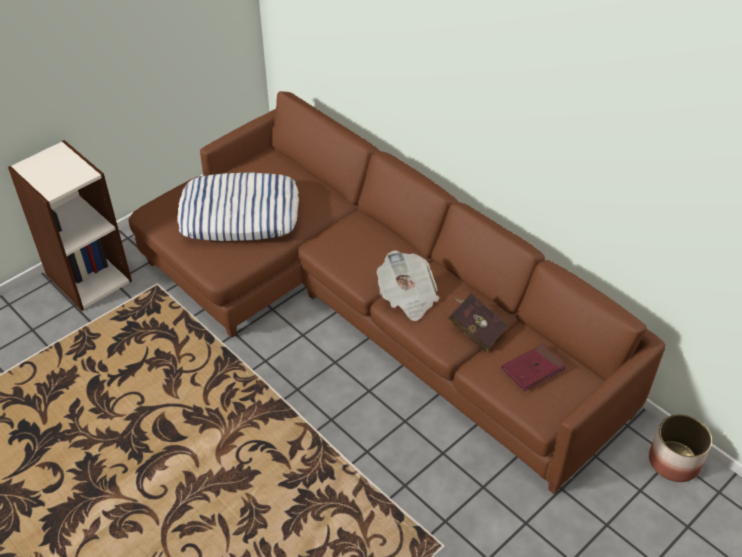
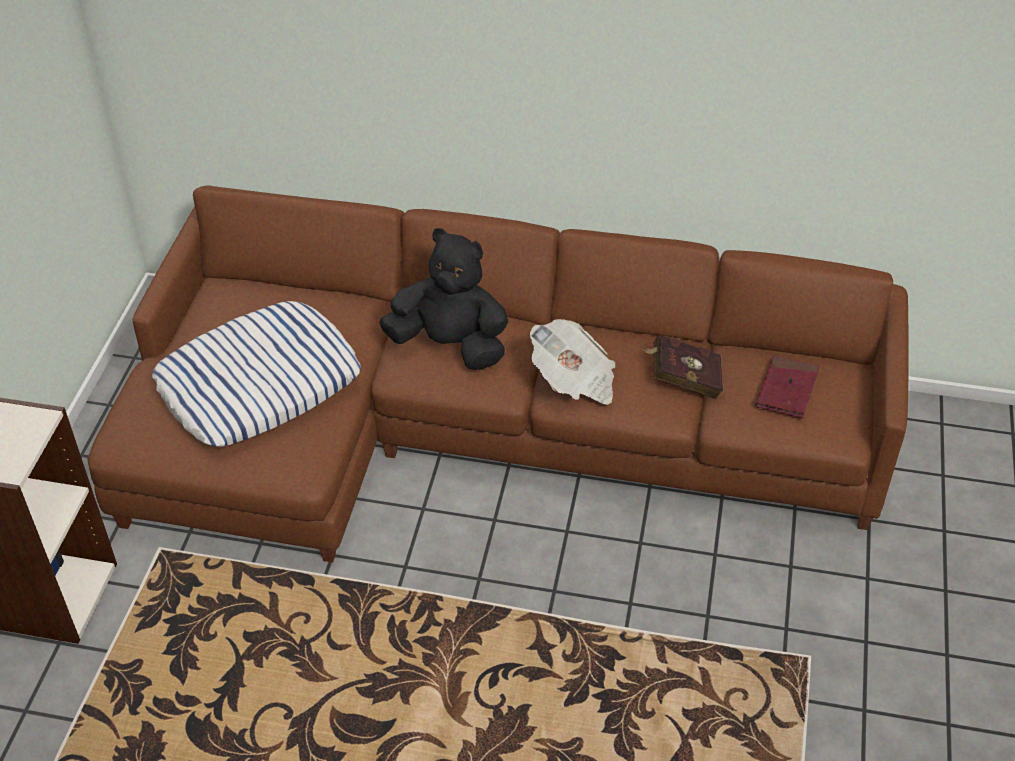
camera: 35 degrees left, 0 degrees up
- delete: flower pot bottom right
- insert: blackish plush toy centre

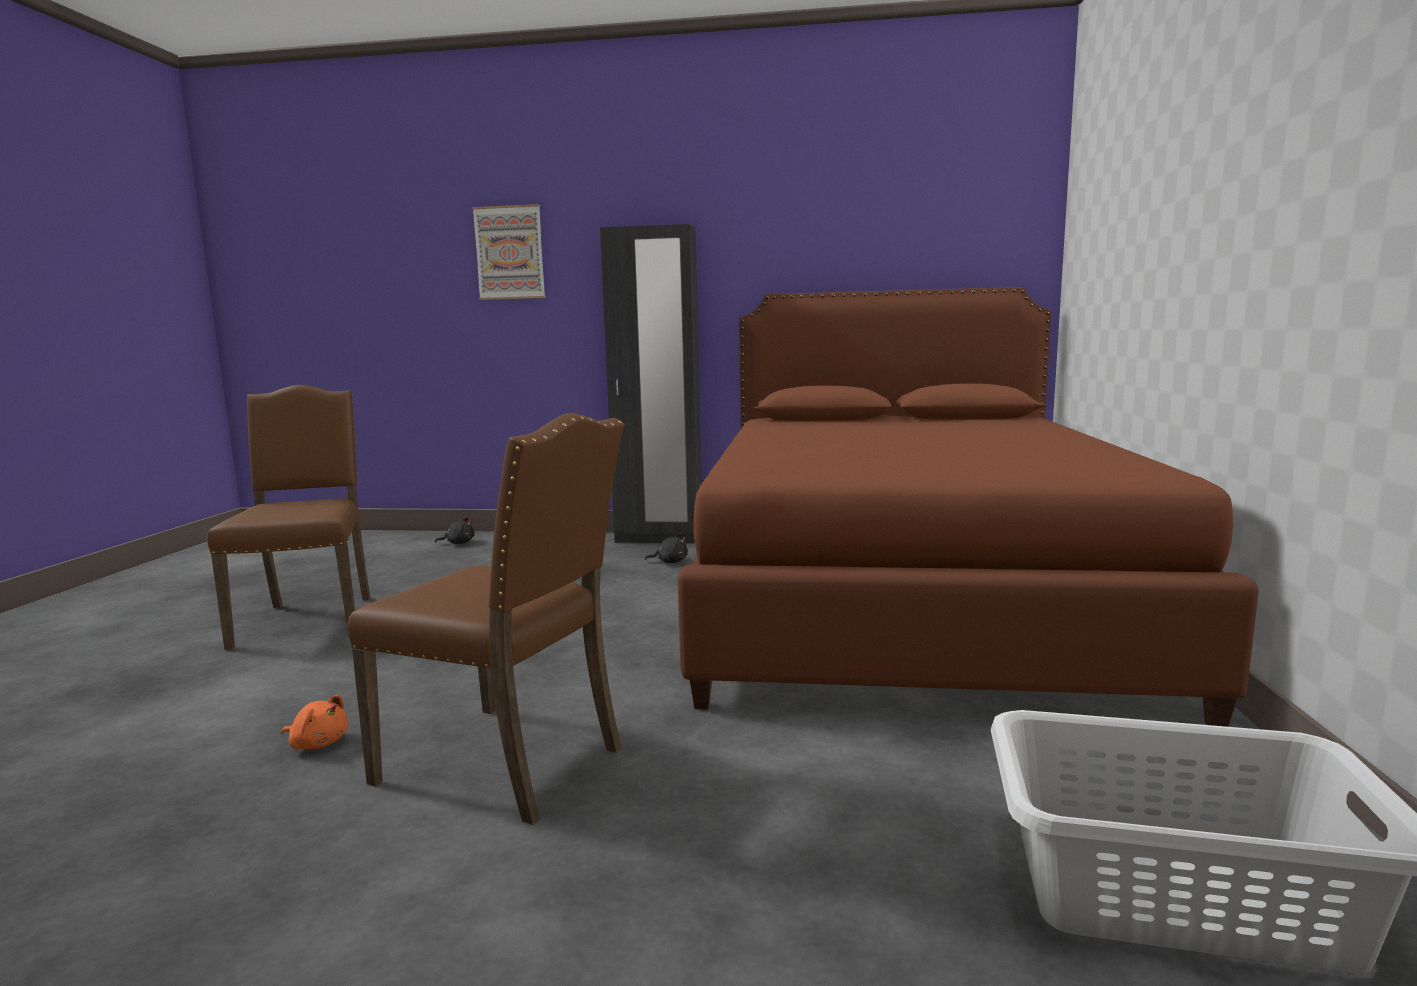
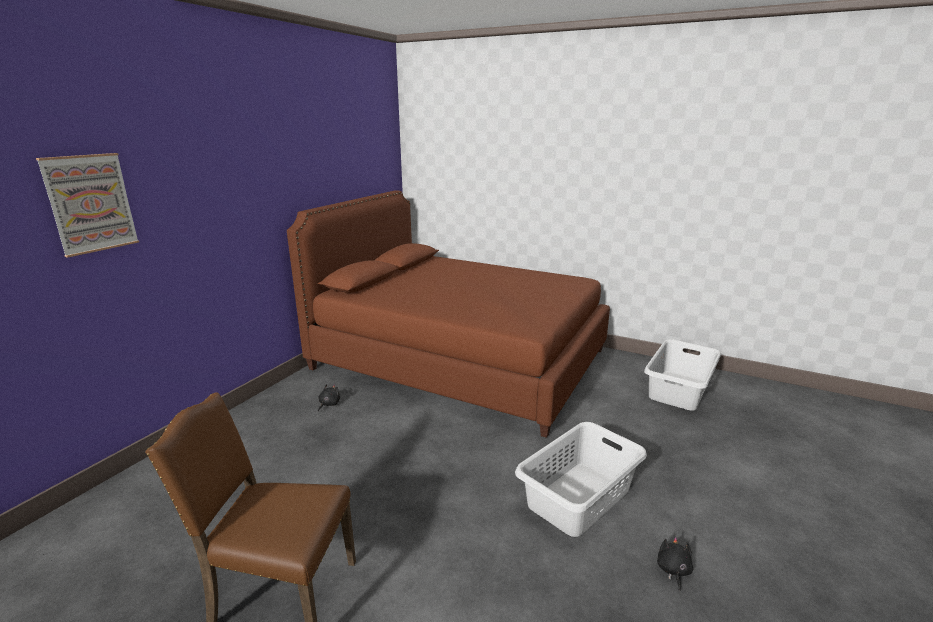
camera: 70 degrees left, 10 degrees up
- delete: orange-coloured plush toy bottom left
- delete: blackish armoire centre
- move: blackish plush toy (1st from left in the first image) middle left to blackish plush toy (2nd from left) bottom right
- replace: brownish plain chair (2nd from left) centre to grey hamper (1st from left) bottom centre

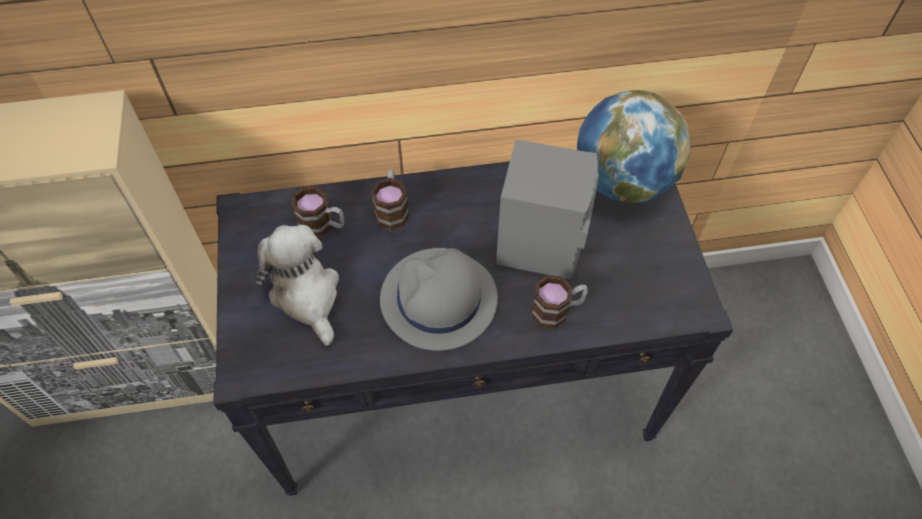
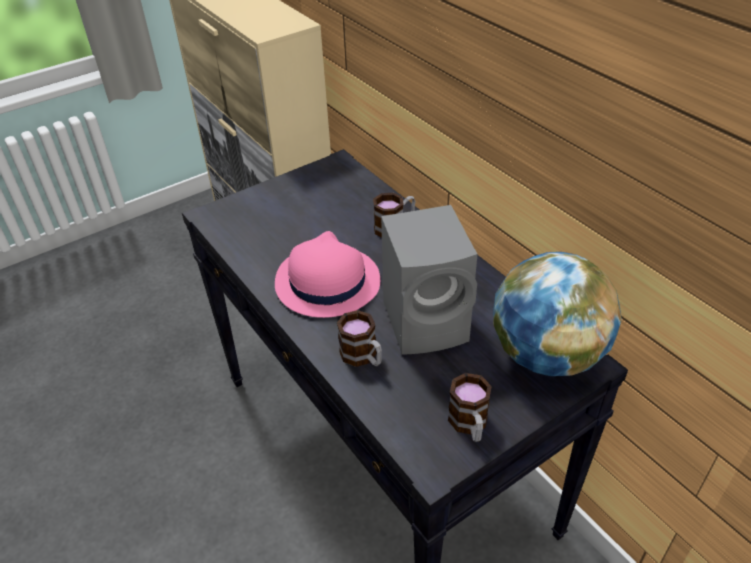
camera: 65 degrees right, 15 degrees down
- delete: plush toy middle left
- move: mug (1st from left in the first image) centre to mug (3rd from left) bottom centre
- recolor: grey hat centre to pink-coloured hat centre

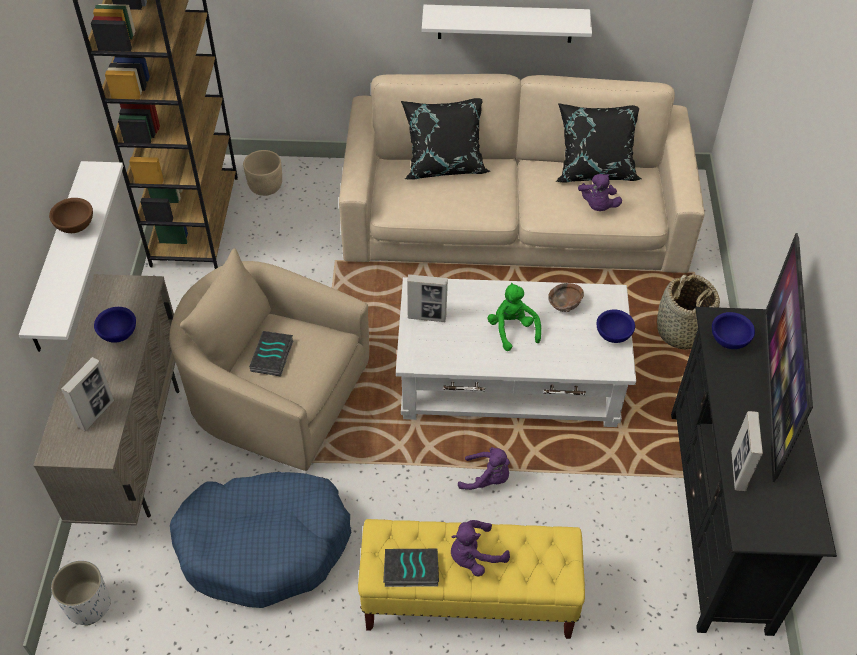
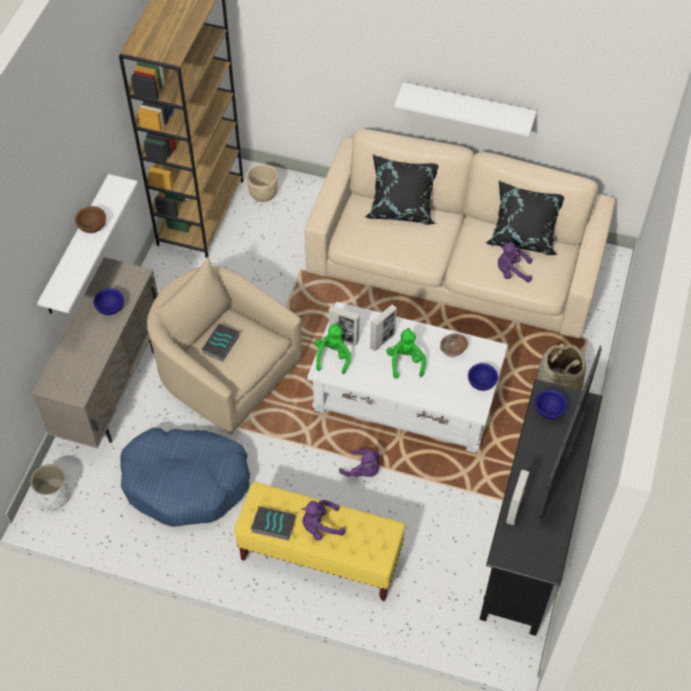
camera: 15 degrees right, 5 degrees up
- insert: greenish plush toy (1st from left) centre
- move: picture frame (1st from left in the first image) middle left to picture frame (2nd from left) centre
- rotate: purple plush toy (3rd from left) top right = middle right 75 degrees clockwise

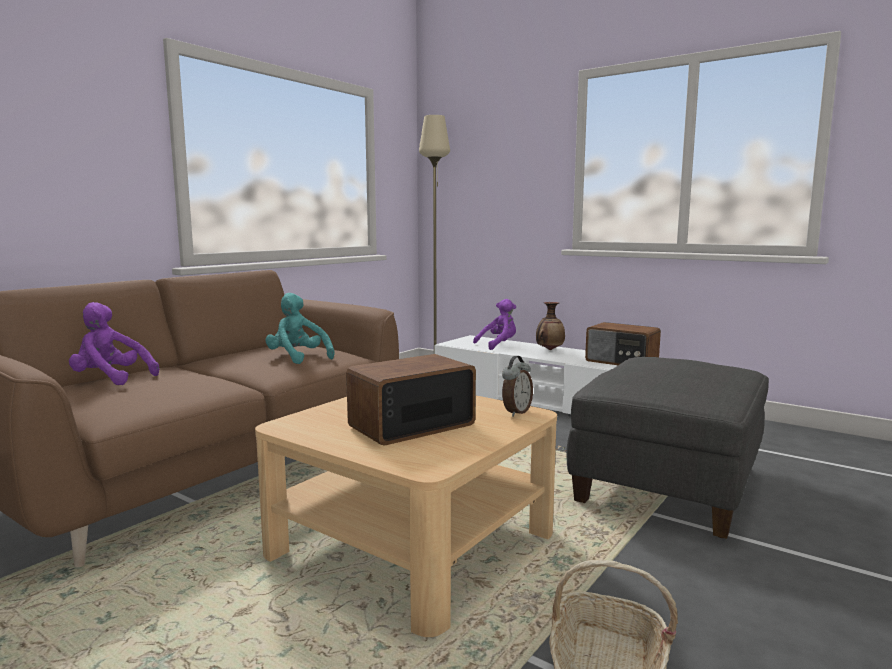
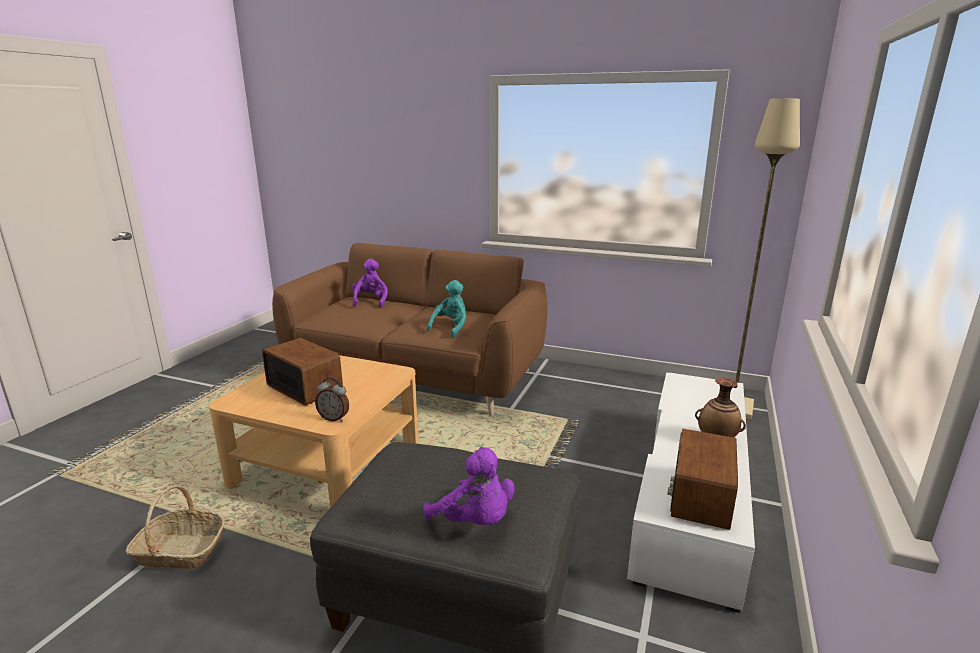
camera: 75 degrees right, 10 degrees up
- move: purple plush toy (2nd from left) centre to bottom centre

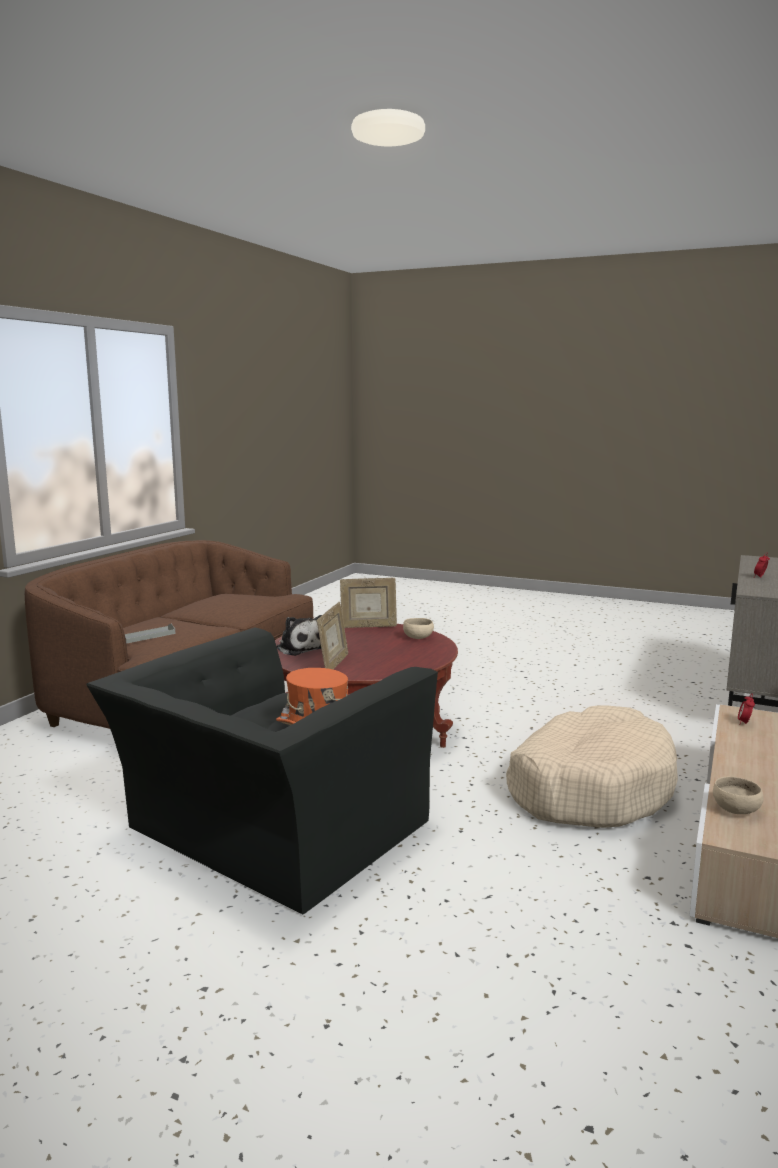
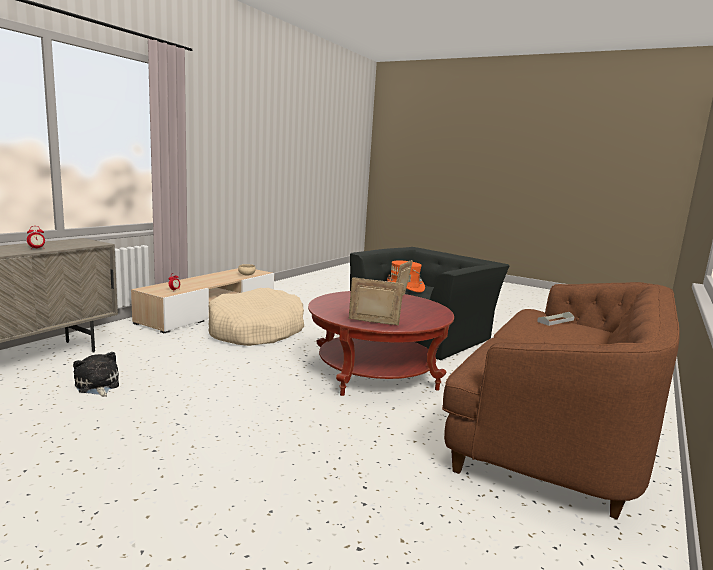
camera: 175 degrees left, 0 degrees up
- delete: sand-coloured bowl (1st from left) centre
- move: plush toy centre to middle left

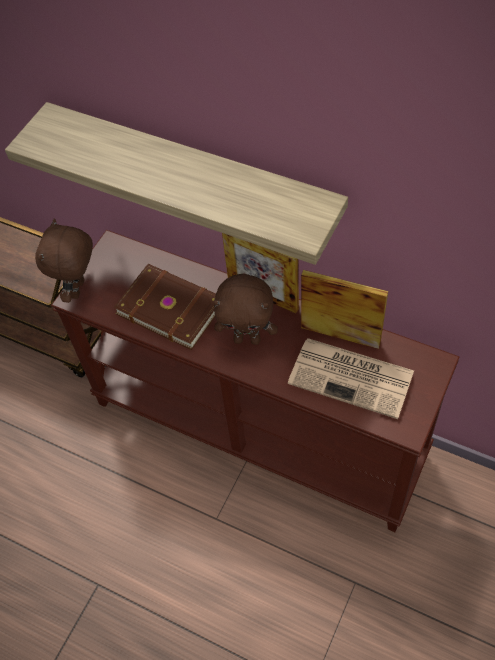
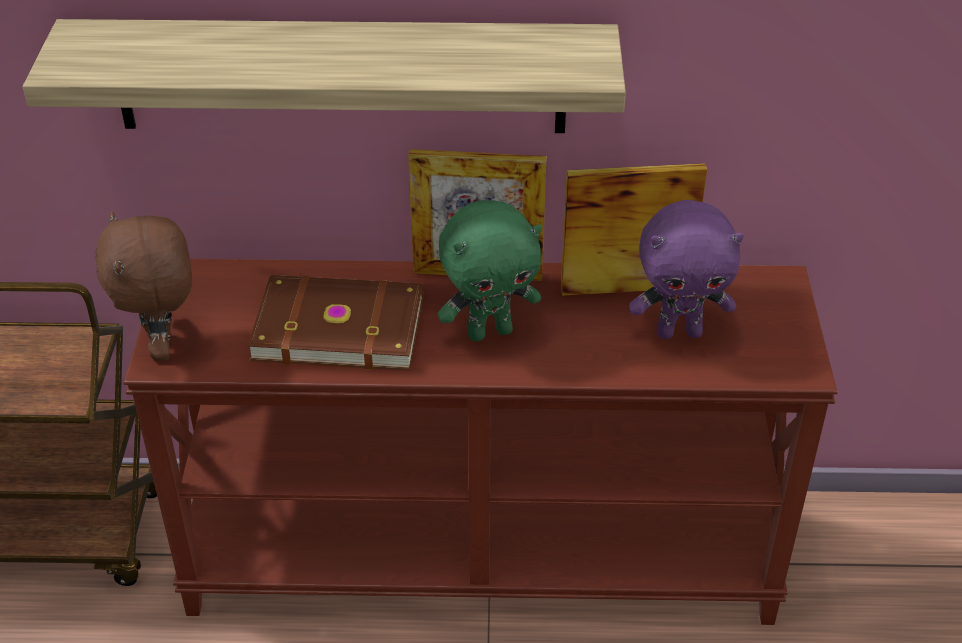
camera: 30 degrees left, 15 degrees down
- replace: newspaper middle right to purple plush toy middle right
- recolor: brownish plush toy (2nd from left) centre to greenish plush toy centre

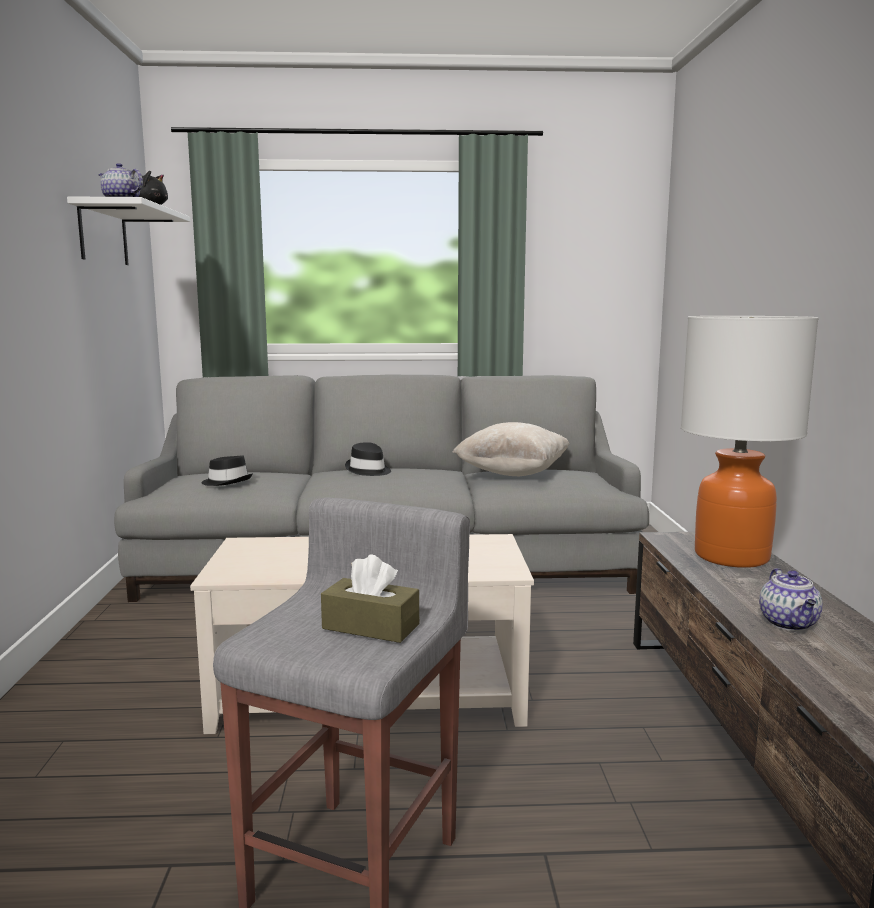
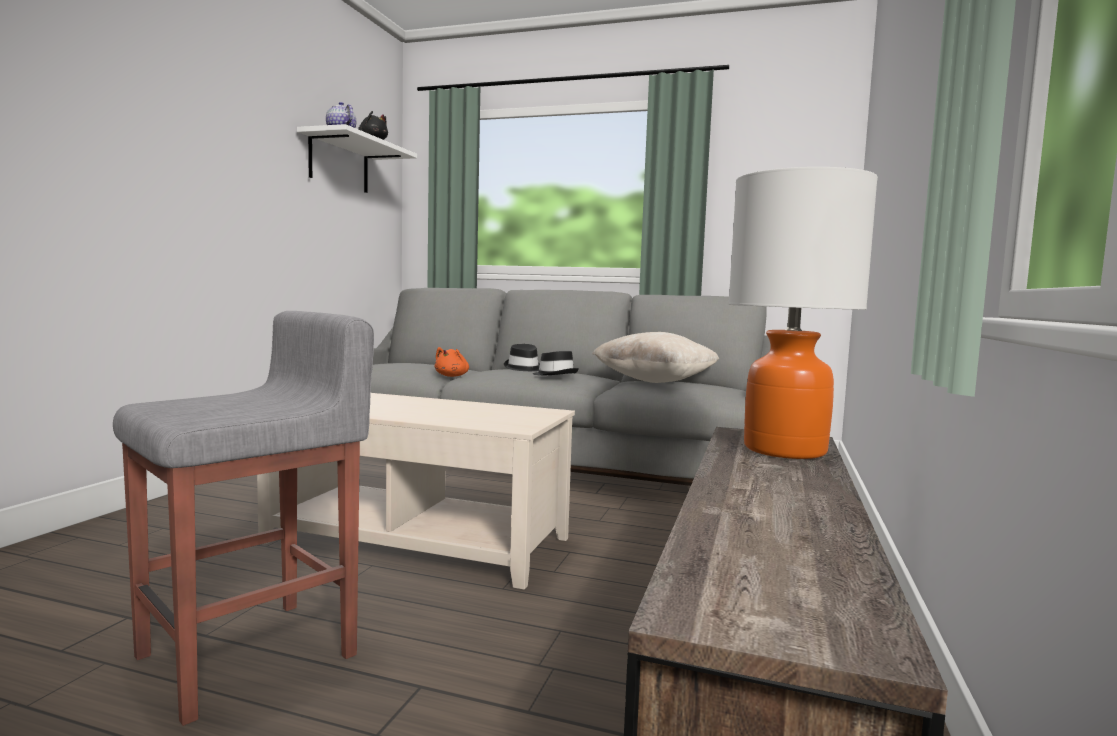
camera: 20 degrees right, 5 degrees down
- delete: brownish tissue holder centre
- delete: tea pot (2nd from left) middle right
- insert: orange-coloured plush toy centre
- move: blackish hat (1st from left in the first image) middle left to blackish hat (2nd from left) centre

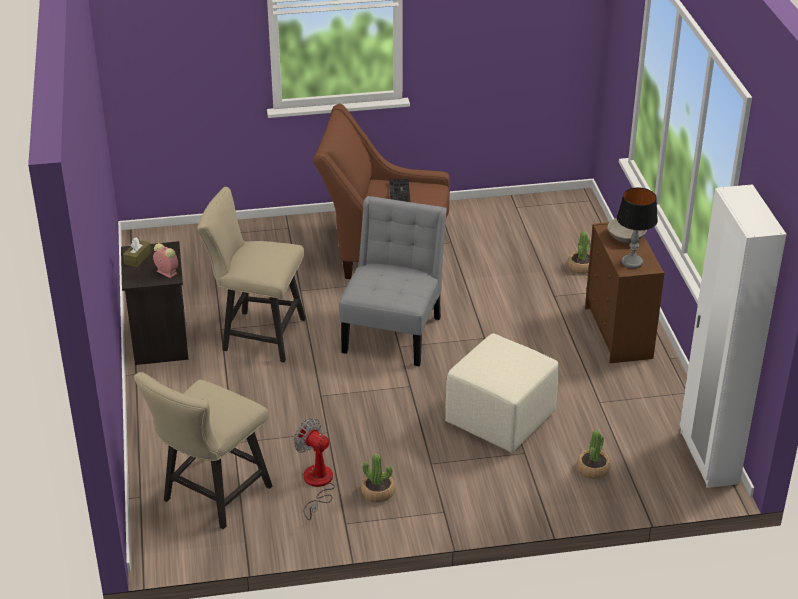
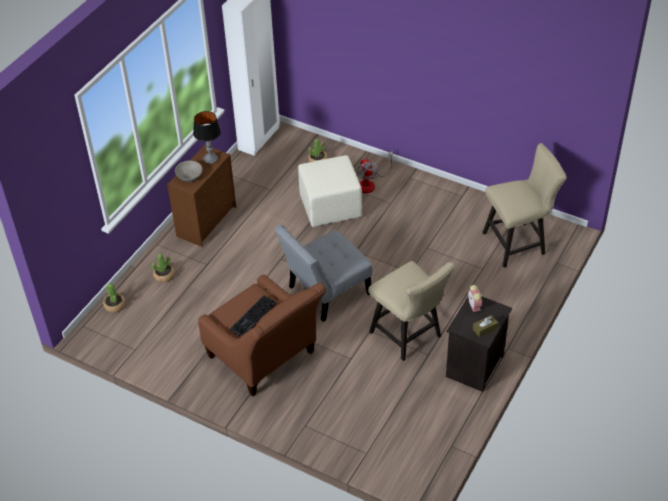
camera: 140 degrees left, 10 degrees up
- move: electric fan bottom centre to centre
- move: plant in a pot (1st from left) bottom centre to middle left

